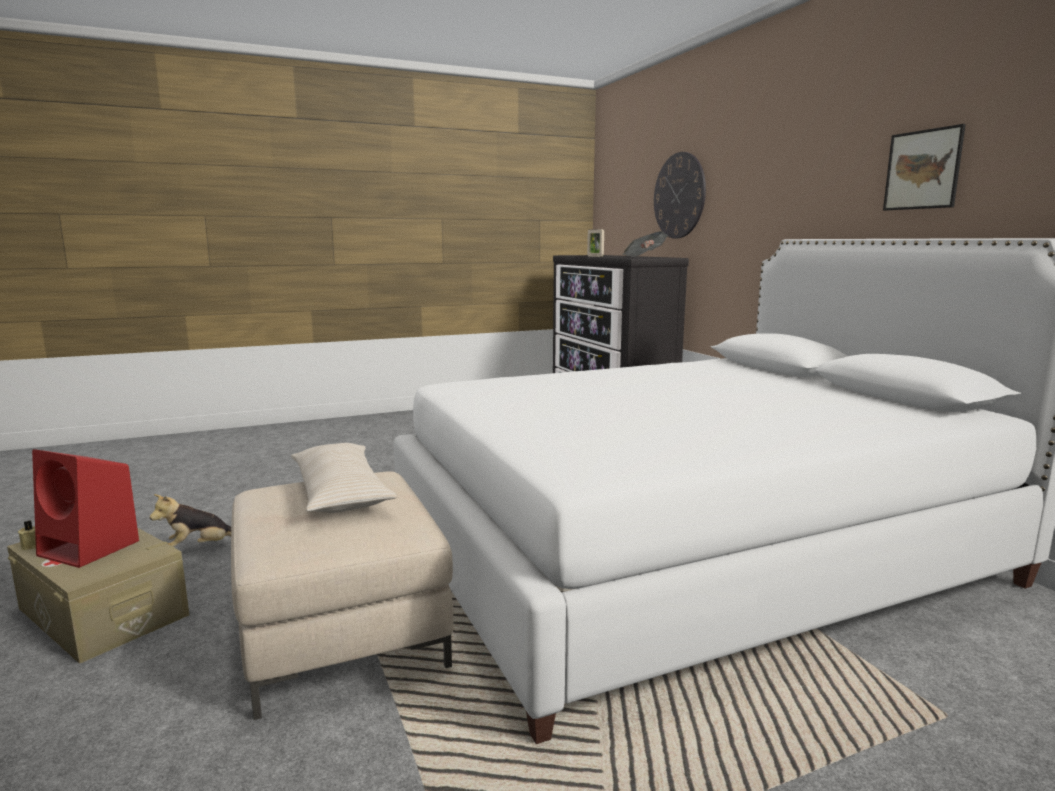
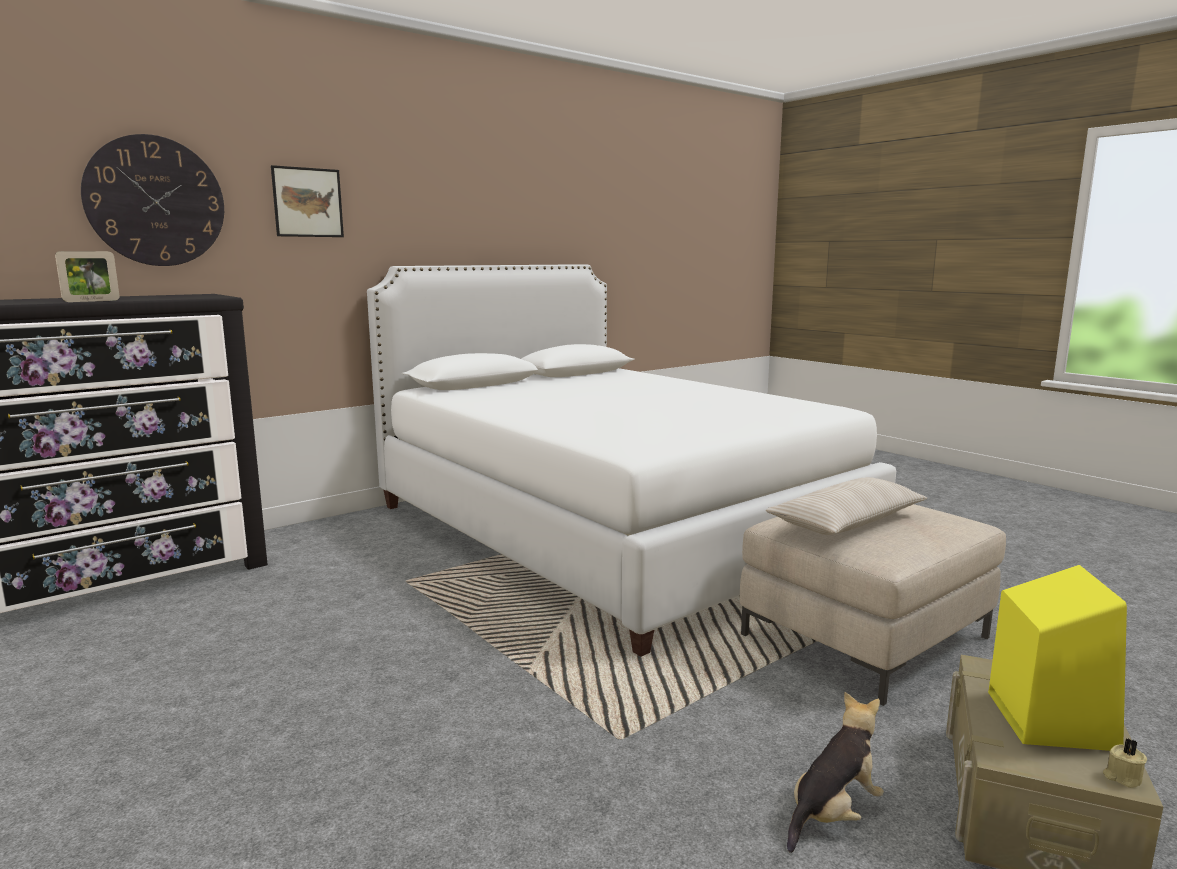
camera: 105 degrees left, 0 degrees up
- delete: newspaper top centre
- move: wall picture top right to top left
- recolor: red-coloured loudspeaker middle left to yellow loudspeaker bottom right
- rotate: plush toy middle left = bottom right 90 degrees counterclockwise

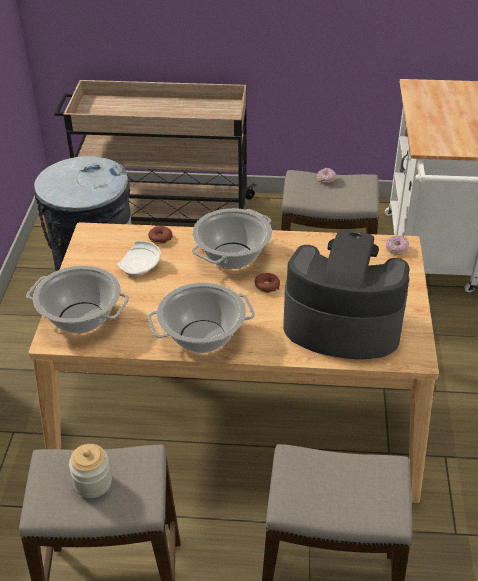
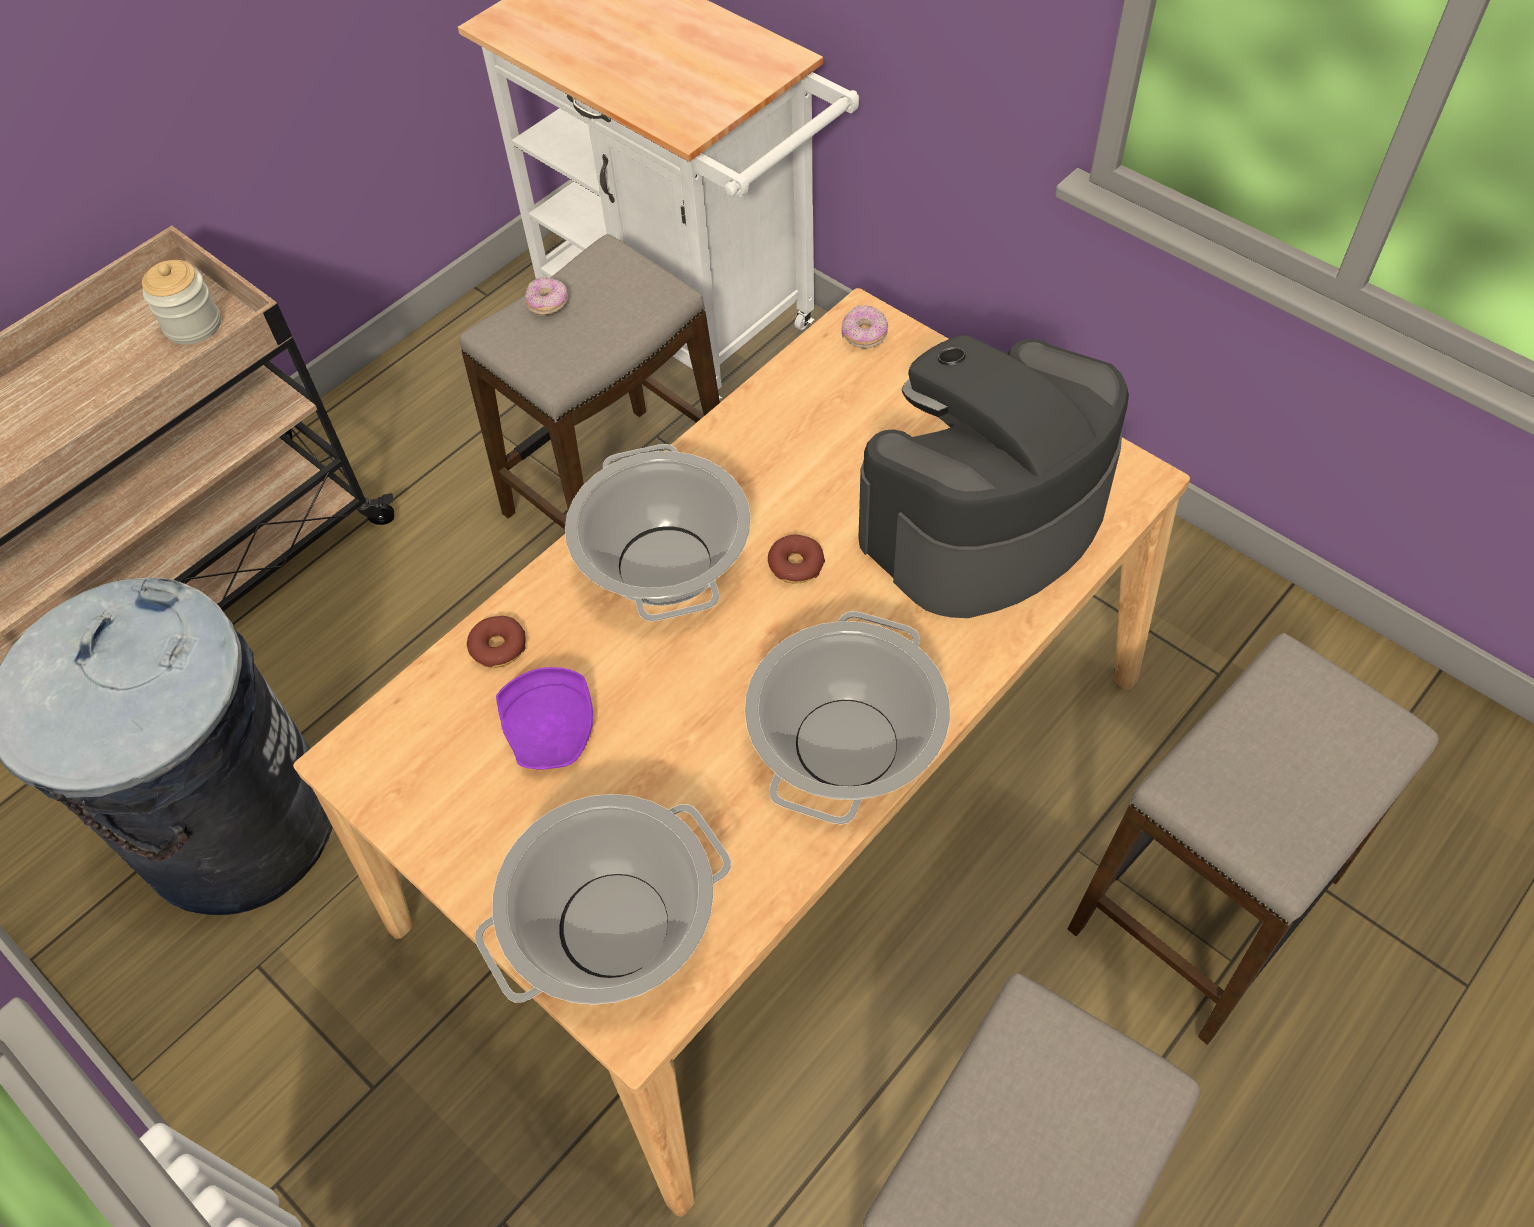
camera: 50 degrees left, 15 degrees up
- move: storage jar bottom left to top left
- recolor: whitish flat dish middle left to purple flat dish centre

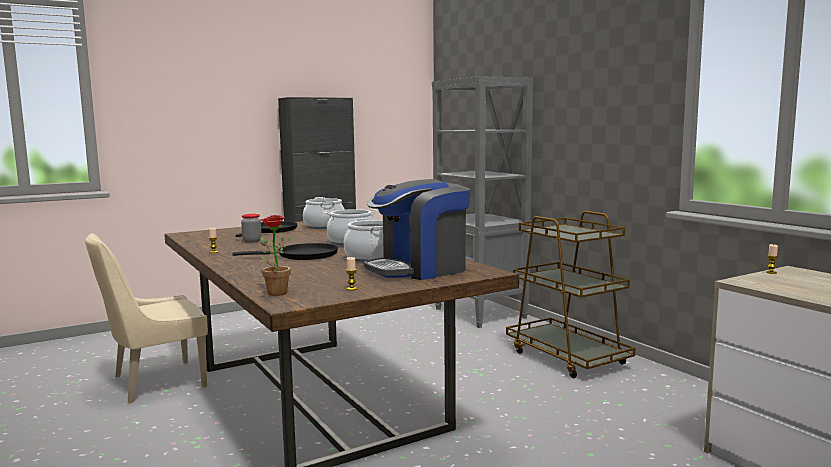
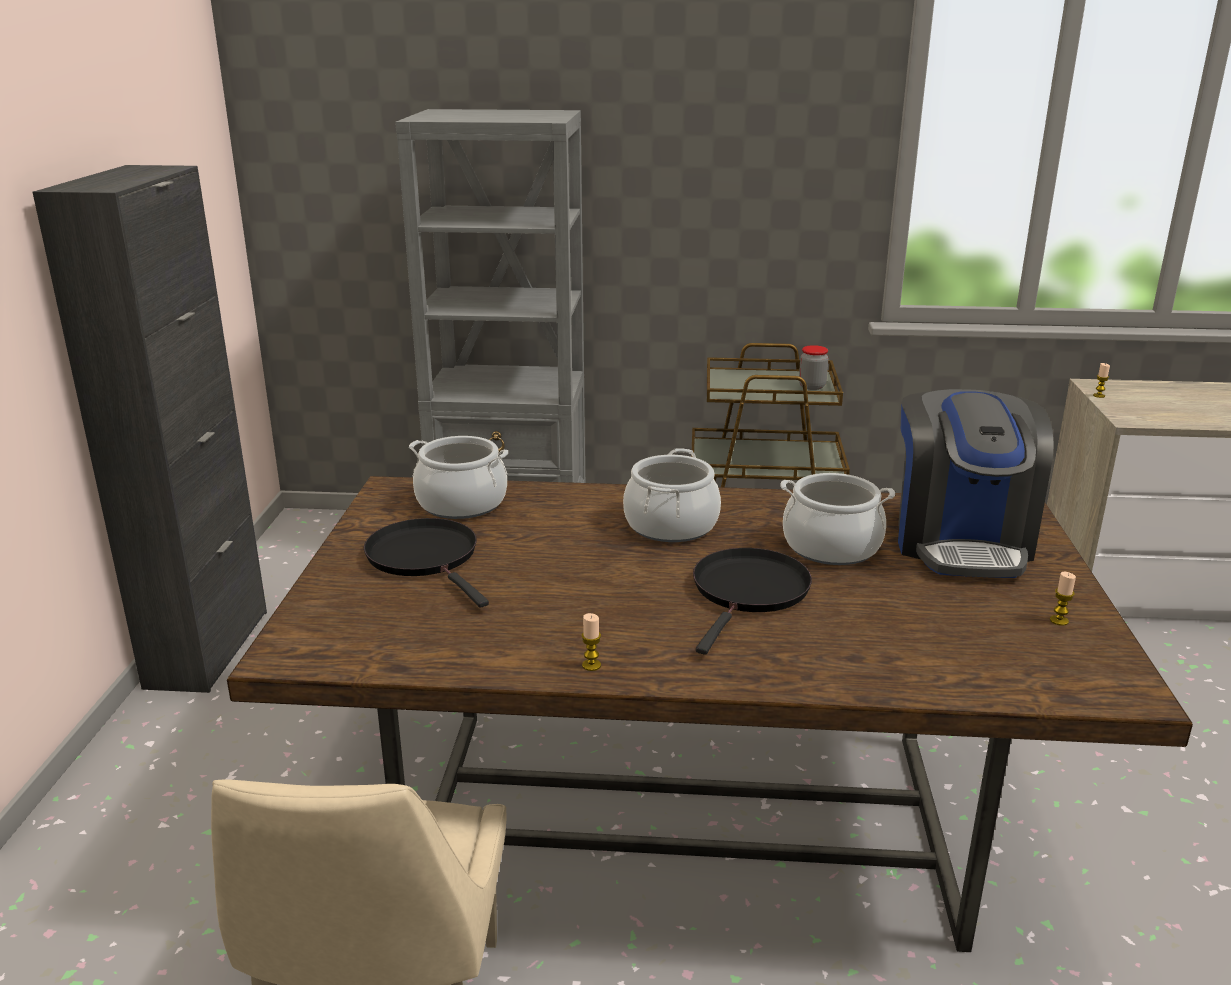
camera: 55 degrees left, 15 degrees up
- delete: plant in a pot middle left
- move: storage jar middle left to centre

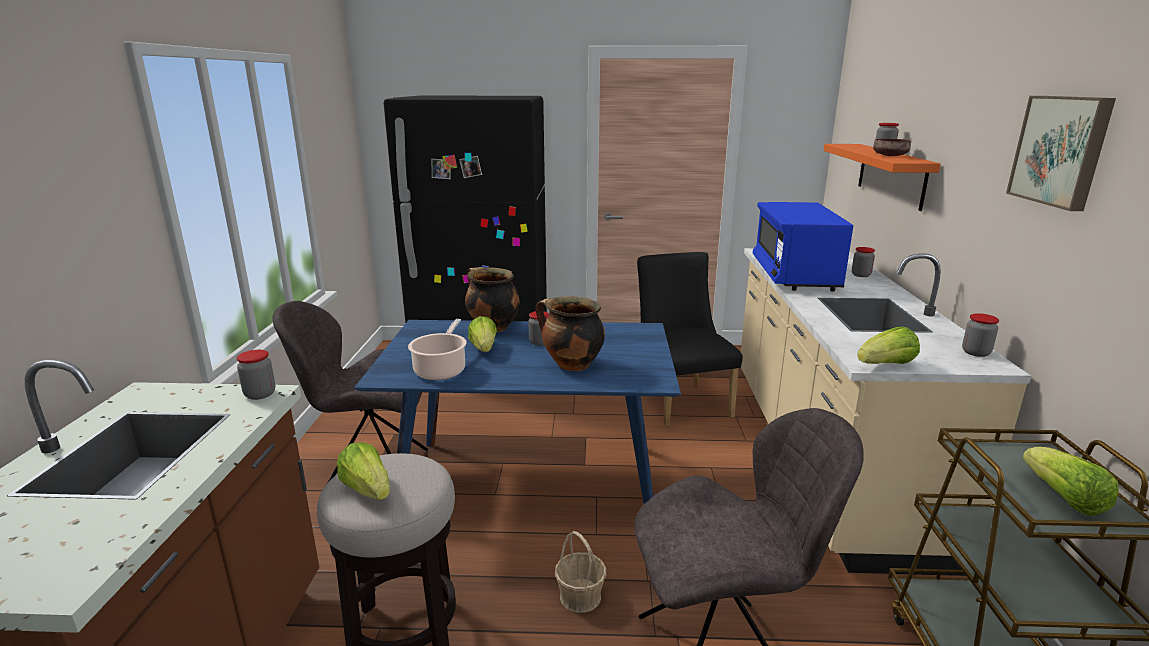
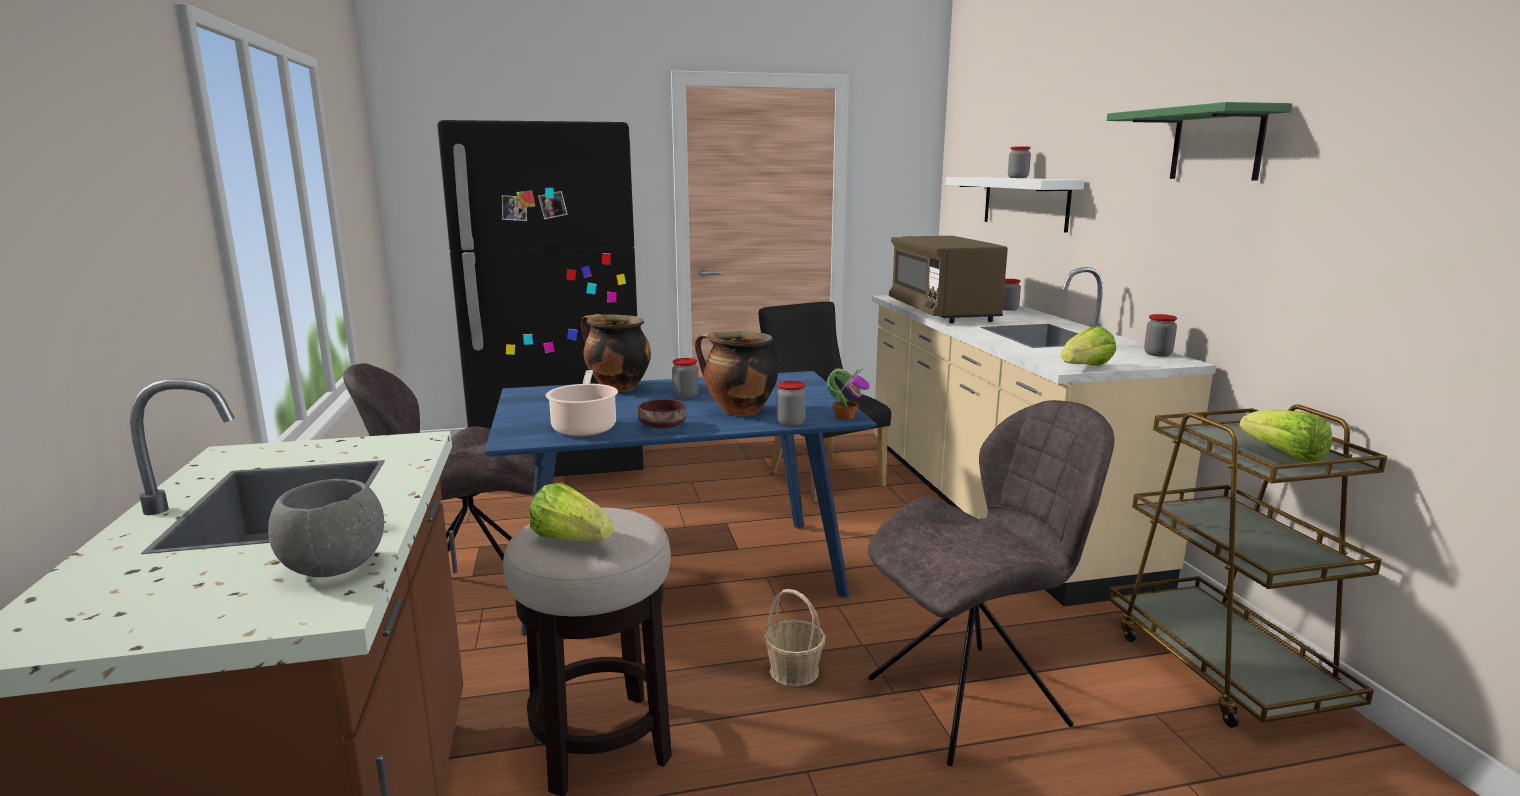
camera: 15 degrees left, 5 degrees down
- delete: head of lettuce (2nd from left) centre
- insert: grey bowl middle left
- insert: plant in a pot centre
- move: storage jar (1st from left in the first image) middle left to storage jar (2nd from left) centre
- move: brownish bowl top right to centre
- replace: wall picture top right to greenish shelf top right
- recolor: blue-coloured microwave oven middle right to brownish microwave oven centre
- recolor: orange-coloured shelf top right to whitish shelf top right

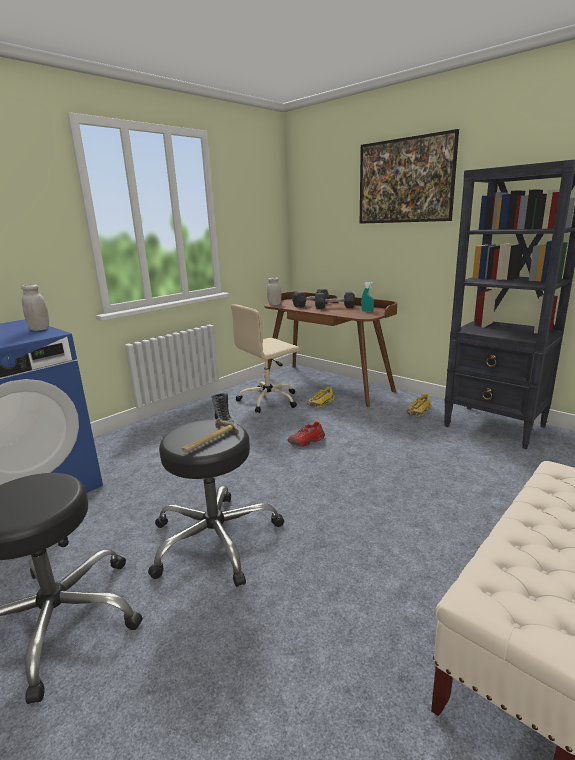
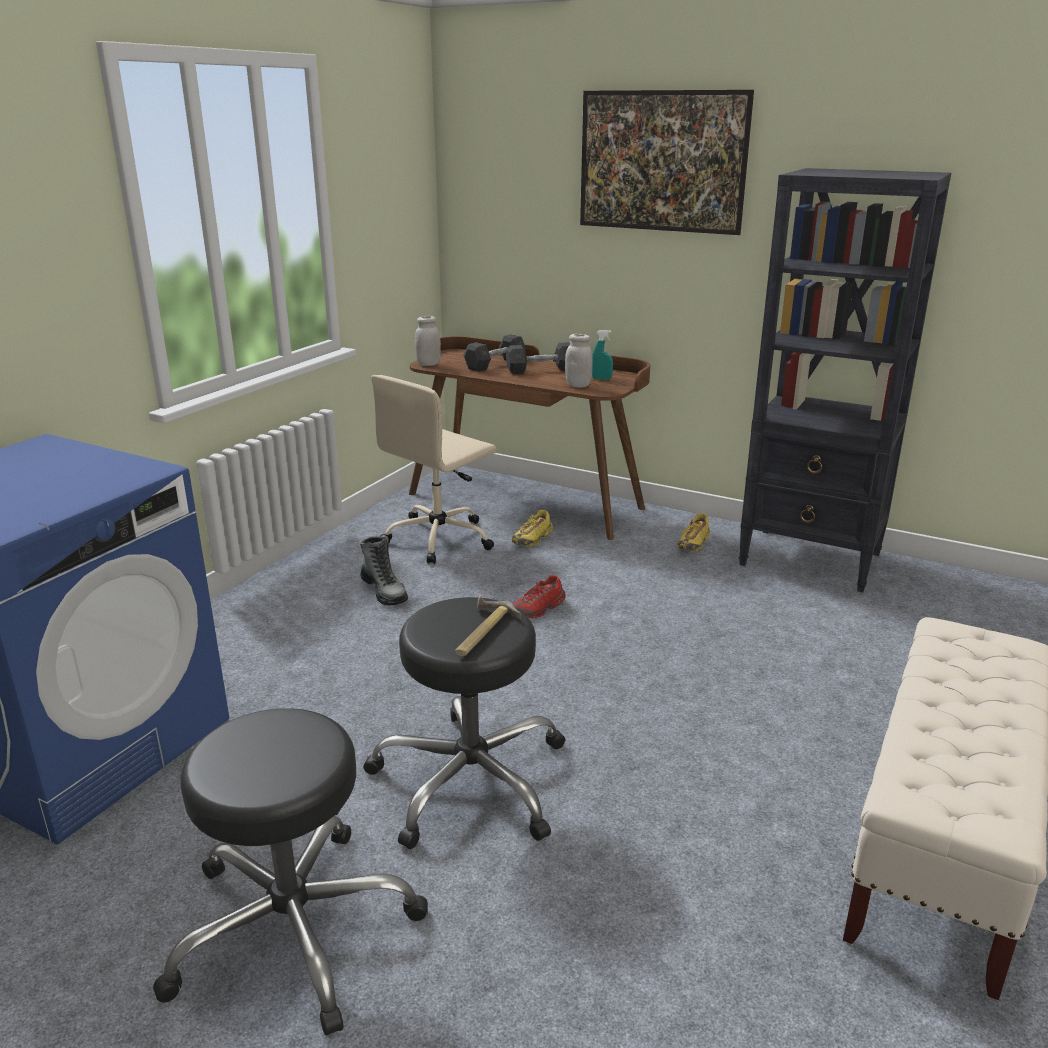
camera: 15 degrees left, 5 degrees up
- move: whitish storage jar (1st from left in the first image) middle left to whitish storage jar (2nd from left) centre

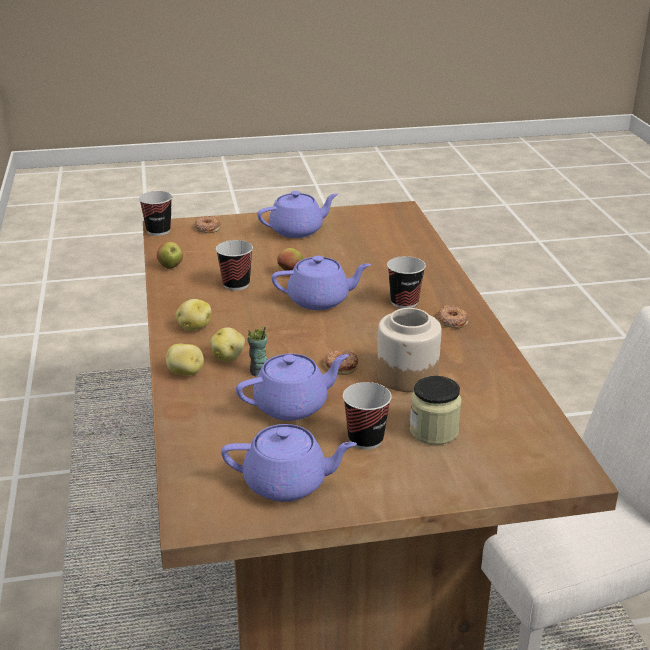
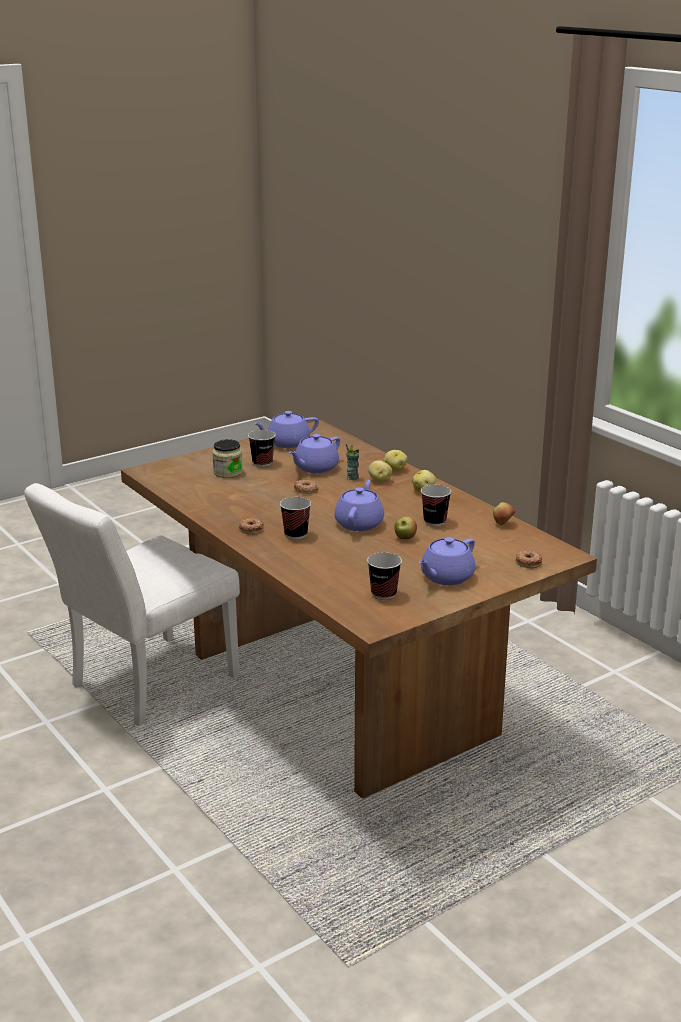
camera: 155 degrees right, 5 degrees down
- delete: storage jar (1st from left) centre
- move: drinking cup (1st from left in the first image) top left to drinking cup (4th from left) centre
- rotate: purple tea pot (4th from left in the first image) centre = centre 135 degrees clockwise

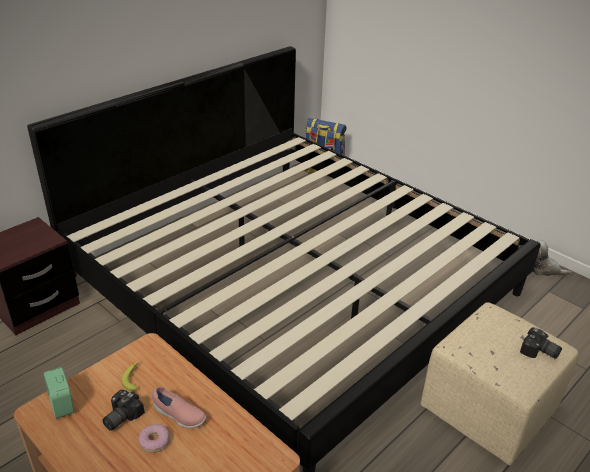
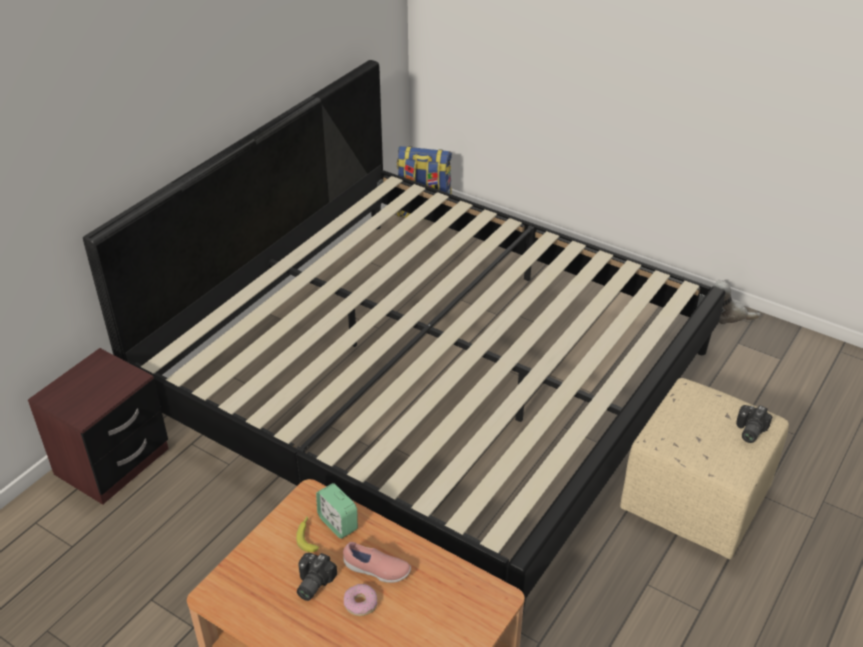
camera: 10 degrees left, 5 degrees up
- move: table clock bottom left to bottom centre
- rotate: still camera (2nd from left) bottom right = middle right 90 degrees clockwise

